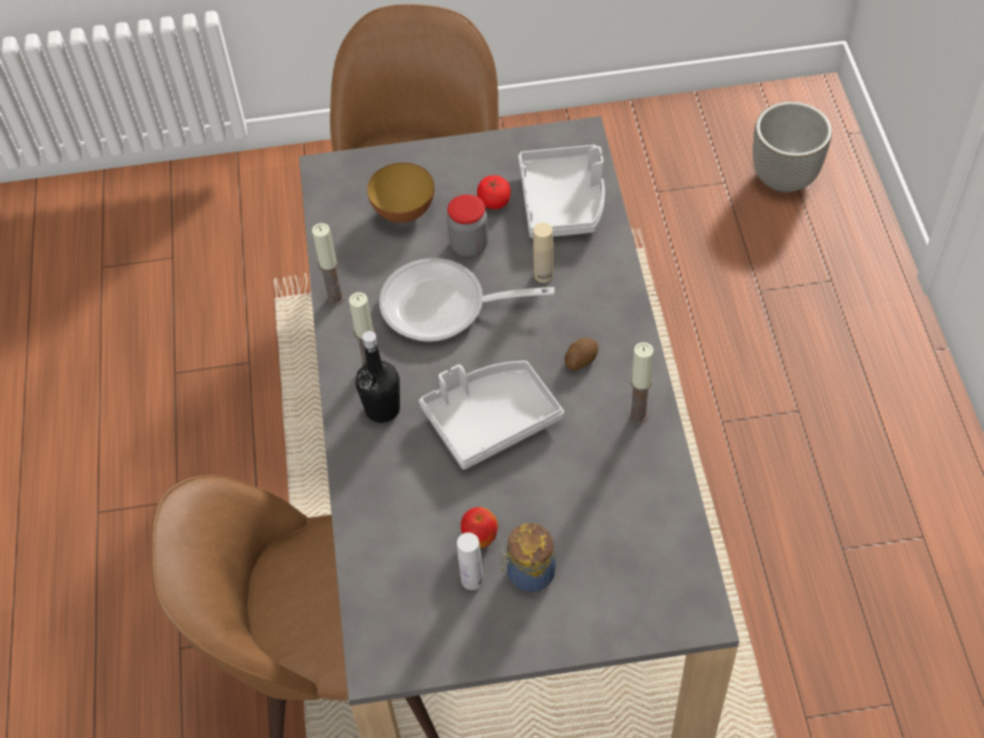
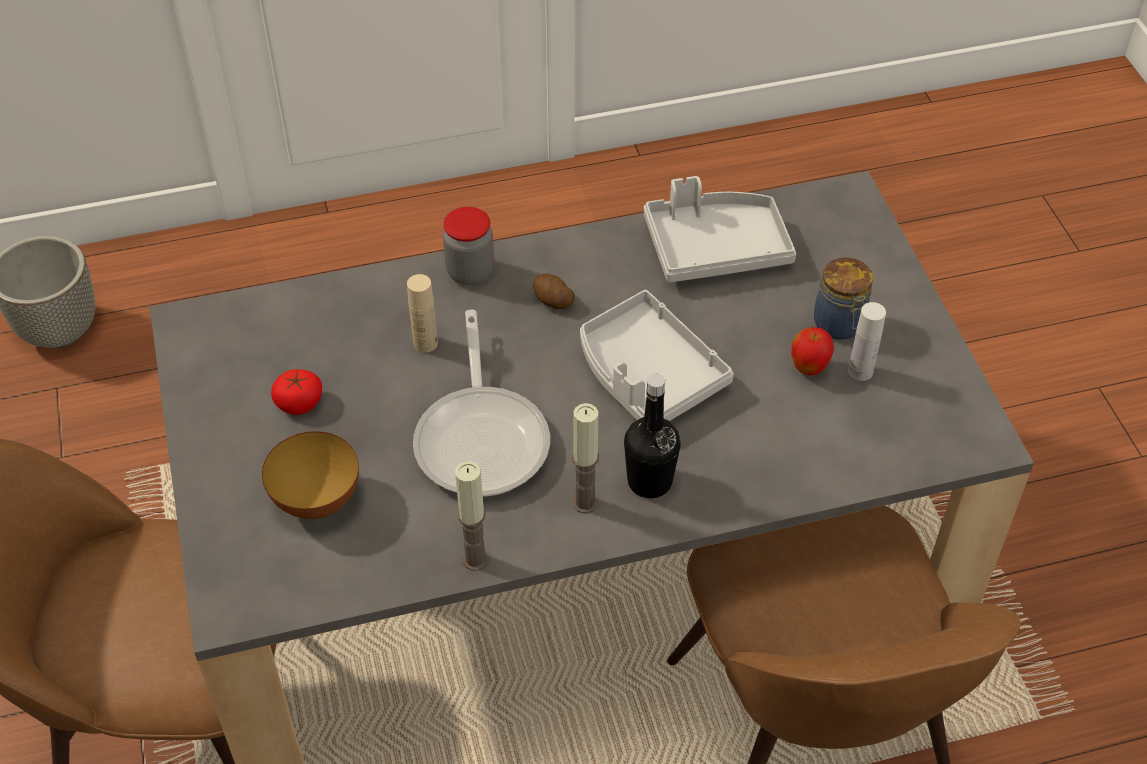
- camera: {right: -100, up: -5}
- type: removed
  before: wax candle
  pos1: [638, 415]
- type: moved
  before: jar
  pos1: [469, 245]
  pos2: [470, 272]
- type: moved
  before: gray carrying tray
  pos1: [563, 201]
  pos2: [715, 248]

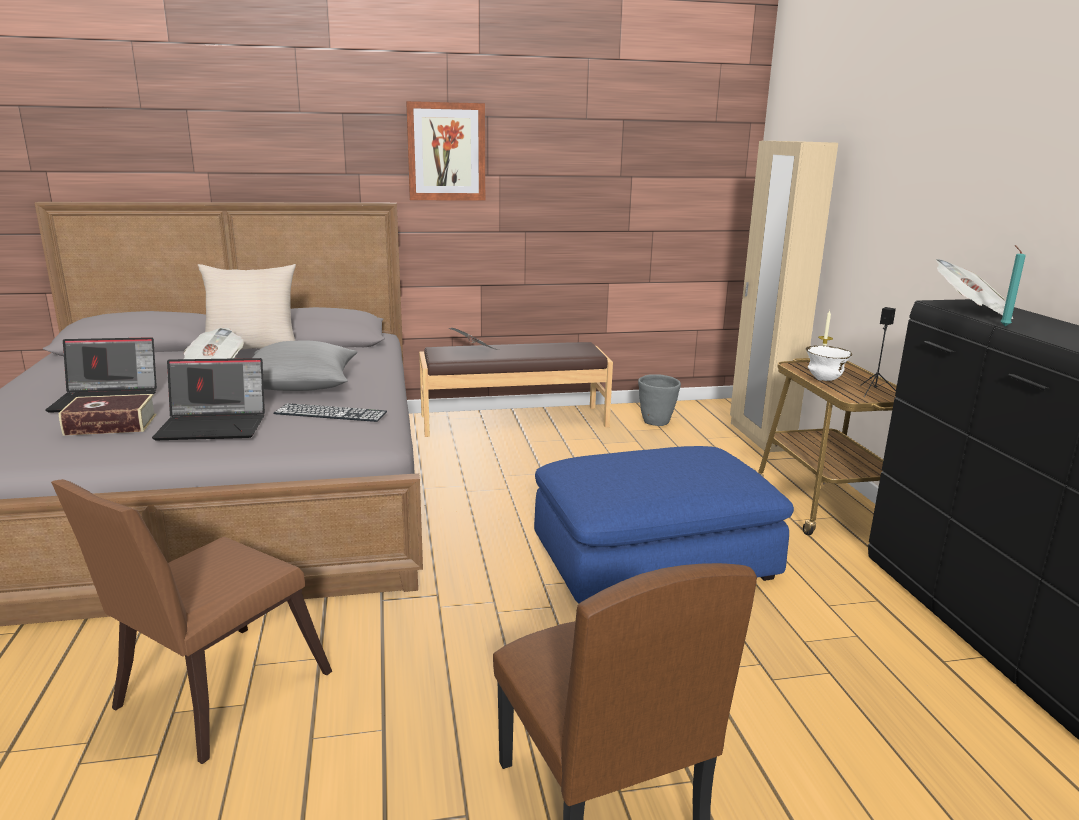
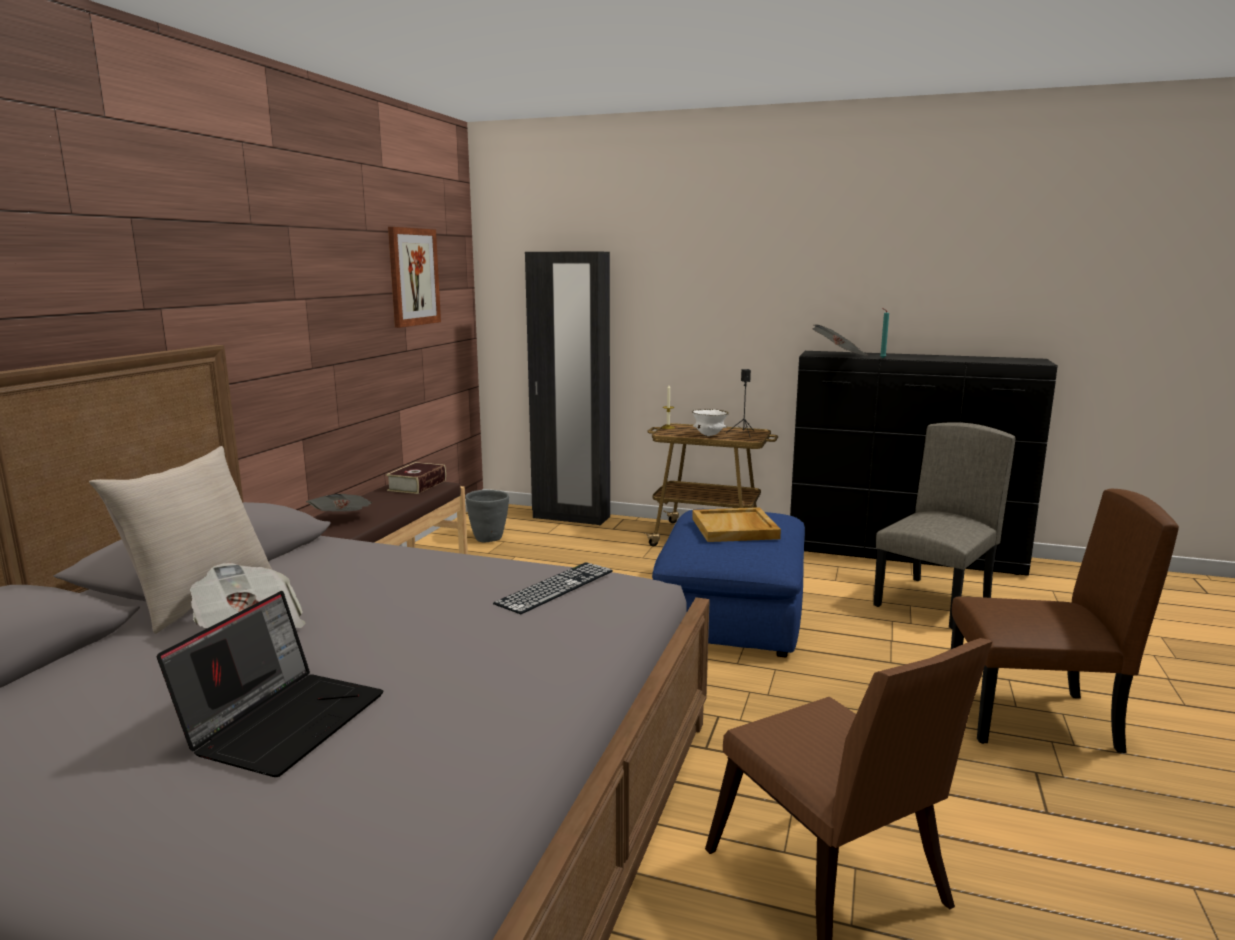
- camera: {right: -60, up: -5}
- type: removed
  before: notebook computer
  pos1: [215, 426]
- type: removed
  before: gray pillow
  pos1: [299, 385]
- type: added
  after: beige carrying tray
  pos2: [735, 528]
- type: added
  after: beige chair
  pos2: [934, 602]
- type: moved
  before: volume
  pos1: [111, 425]
  pos2: [417, 485]
- type: moved
  before: picture
  pos1: [446, 152]
  pos2: [413, 277]
- type: recoloured
  before: beige clothes cupboard
  after: black clothes cupboard
  pos1: [760, 436]
  pos2: [571, 517]

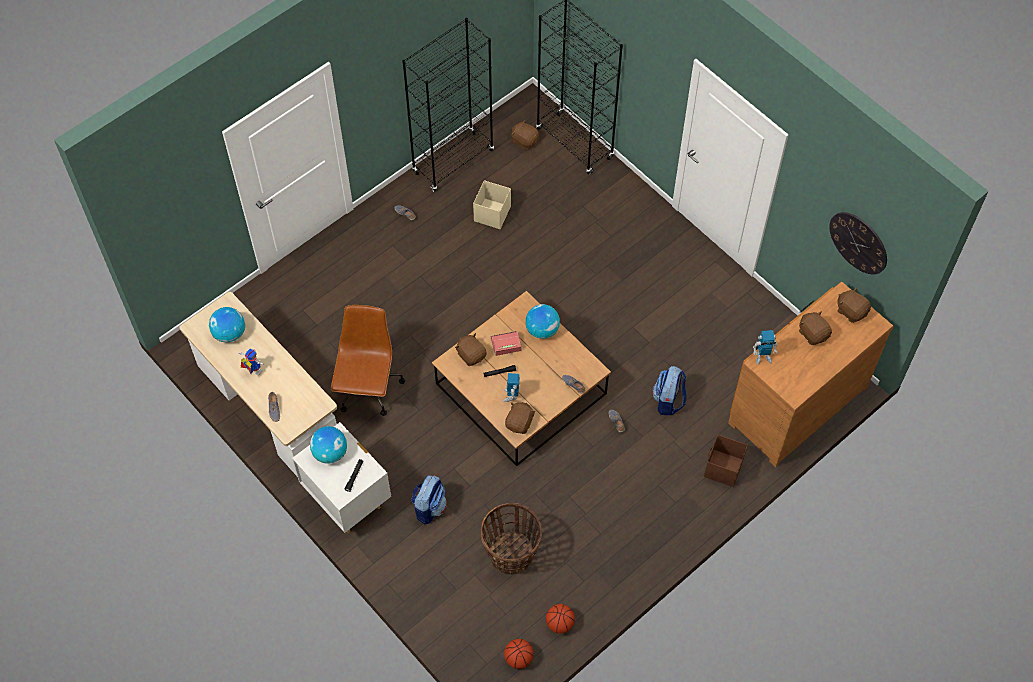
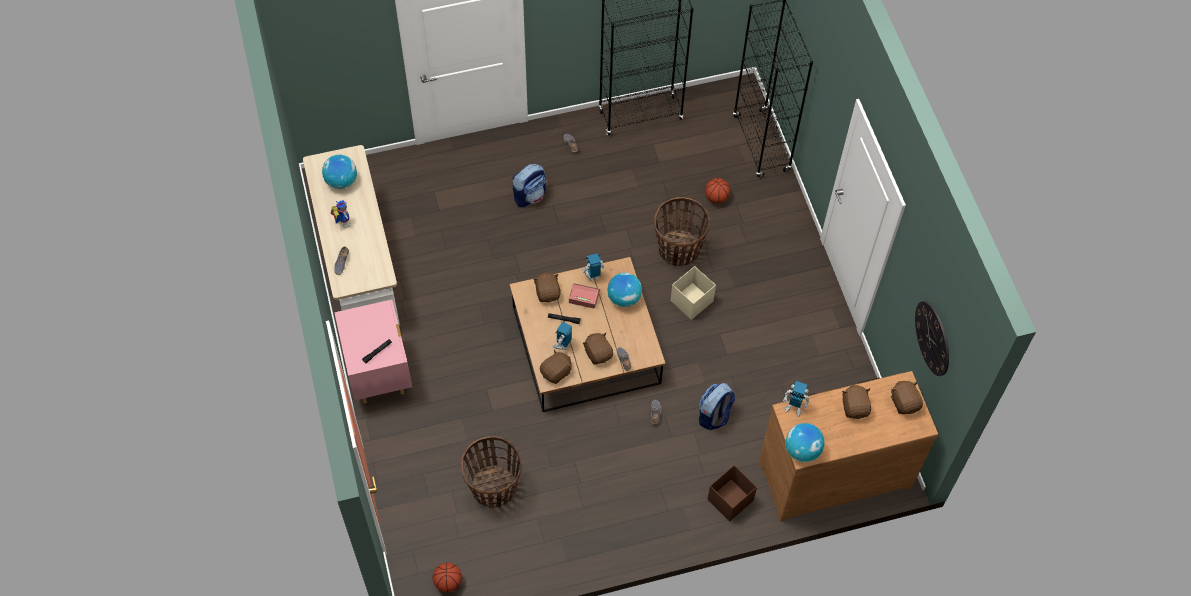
- camera: {right: 25, up: 0}
- type: removed
  before: brown-coloured office chair
  pos1: [368, 388]
- type: added
  after: toy robot
  pos2: [593, 276]
- type: added
  after: basket
  pos2: [679, 249]
- type: moved
  before: desk globe
  pos1: [330, 452]
  pos2: [802, 450]
- type: moved
  before: backpack
  pos1: [429, 507]
  pos2: [530, 195]
- type: moved
  before: beige storage container
  pos1: [492, 214]
  pos2: [691, 301]
- type: moved
  before: brown-coloured plush toy
  pos1: [524, 140]
  pos2: [598, 353]
- type: moved
  before: basketball ball
  pos1: [559, 623]
  pos2: [716, 197]
- type: recoloured
  before: white-coloured bedside table
  after: pink-coloured bedside table
  pos1: [347, 500]
  pos2: [379, 374]

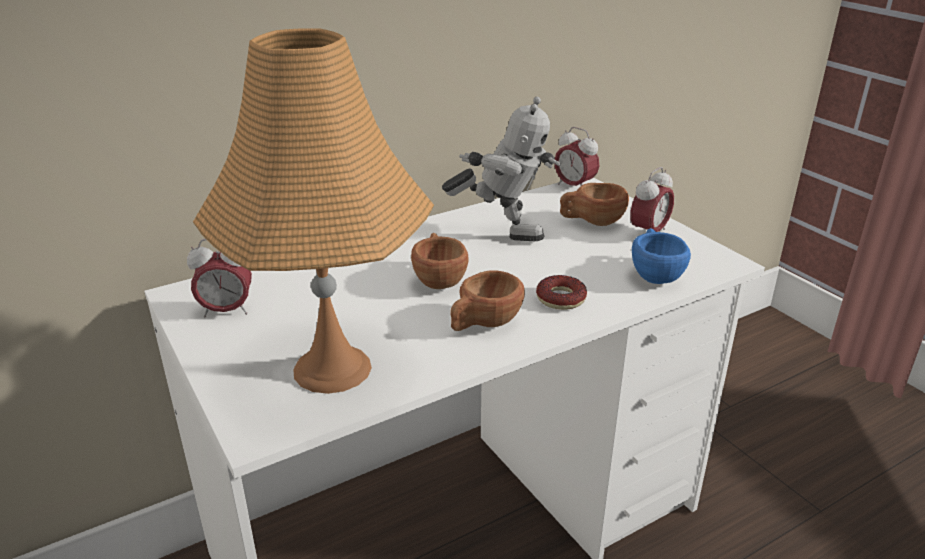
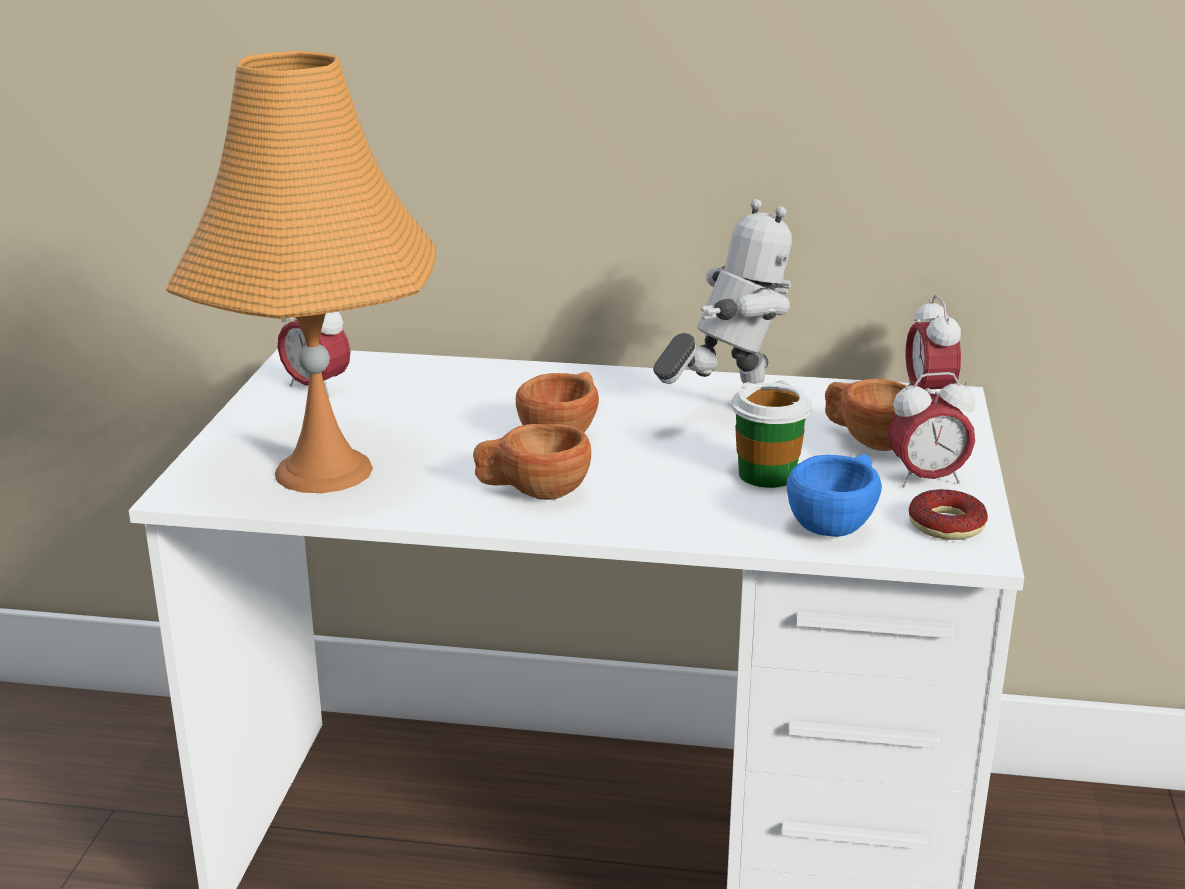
- camera: {right: 40, up: -5}
- type: added
  after: drinking cup
  pos2: [767, 475]
- type: moved
  before: ring doughnut
  pos1: [561, 298]
  pos2: [946, 525]
- type: turned
  before: toy robot
  pos1: [502, 232]
  pos2: [727, 413]
  turn: -90

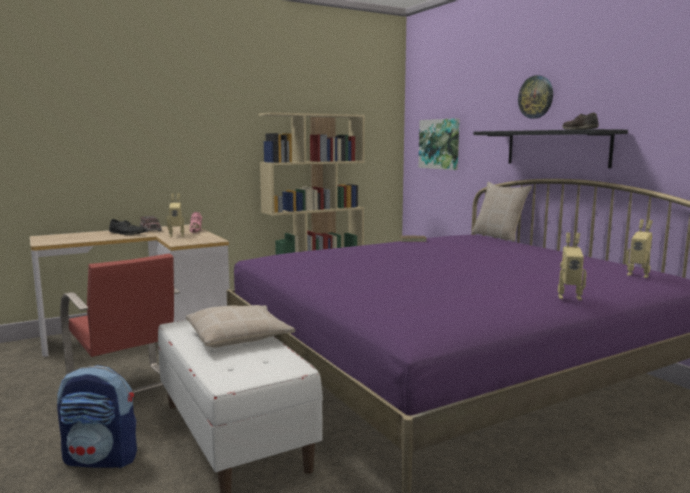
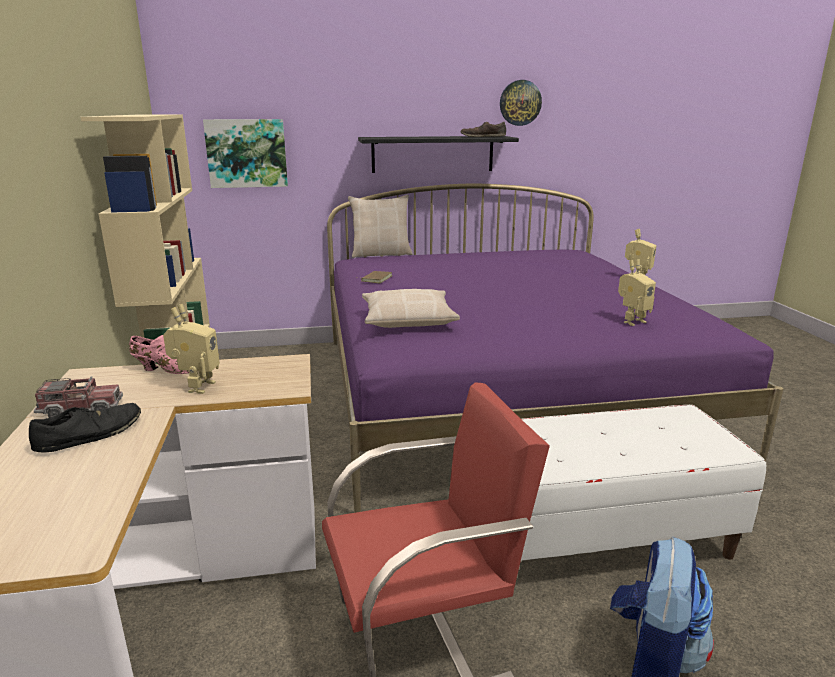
- camera: {right: -70, up: 10}
- type: moved
  before: beige pillow
  pos1: [239, 336]
  pos2: [408, 319]
- type: moved
  before: hanging clock
  pos1: [536, 97]
  pos2: [520, 103]
- type: moved
  before: toy robot
  pos1: [638, 275]
  pos2: [631, 321]

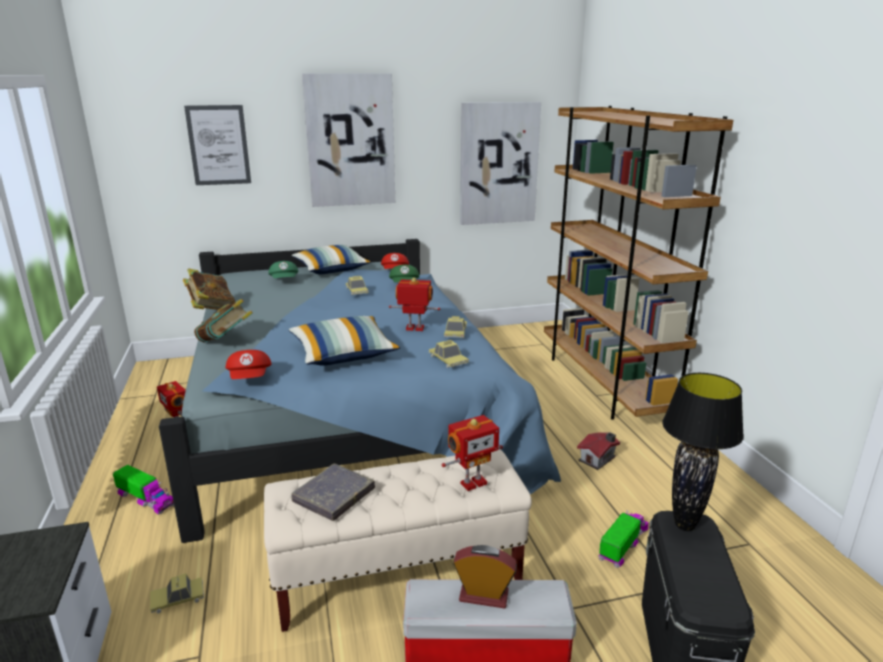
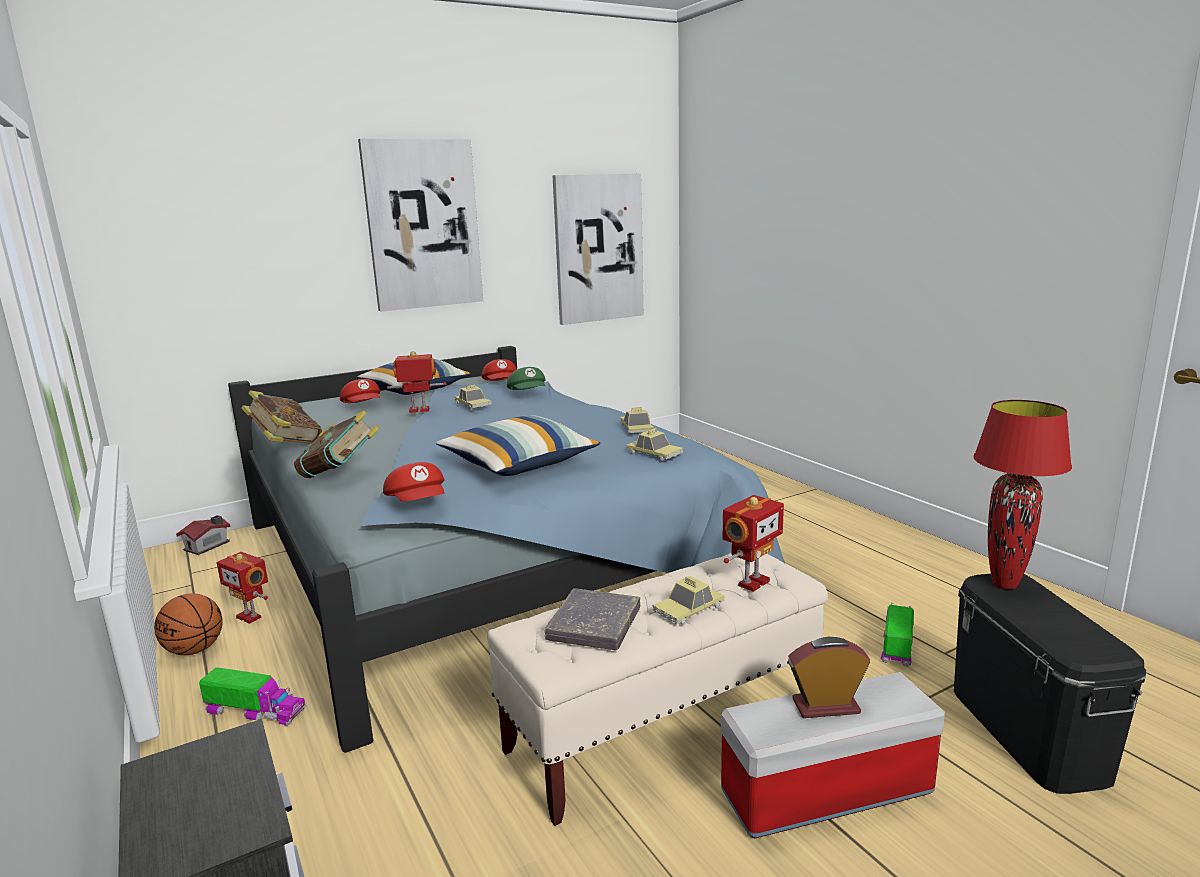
- camera: {right: -15, up: -5}
- type: removed
  before: picture
  pos1: [218, 145]
- type: removed
  before: brown-coloured shelving unit
  pos1: [604, 384]
- type: added
  after: basketball ball
  pos2: [194, 650]
- type: moved
  before: toy car
  pos1: [178, 598]
  pos2: [688, 609]
- type: moved
  before: toy robot
  pos1: [414, 329]
  pos2: [419, 410]
- type: moved
  before: miniature house
  pos1: [598, 459]
  pos2: [208, 546]
- type: recoloured
  before: green-coloured peaked cap
  after: red-coloured peaked cap
  pos1: [285, 281]
  pos2: [363, 406]
- type: recoloured
  before: black tabletop lamp
  after: red-coloured tabletop lamp
  pos1: [685, 526]
  pos2: [1005, 585]

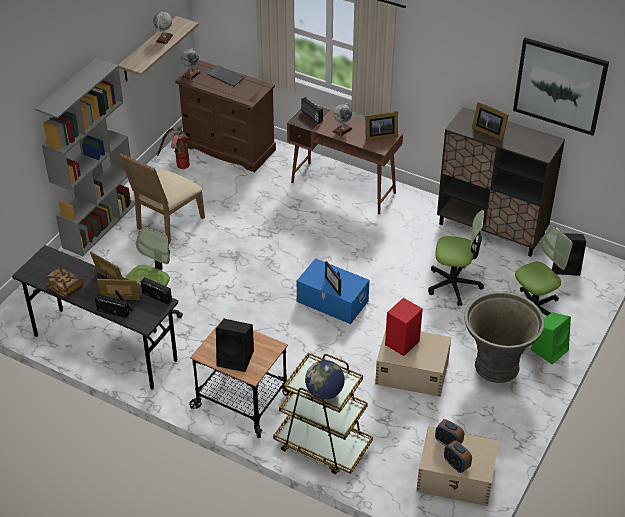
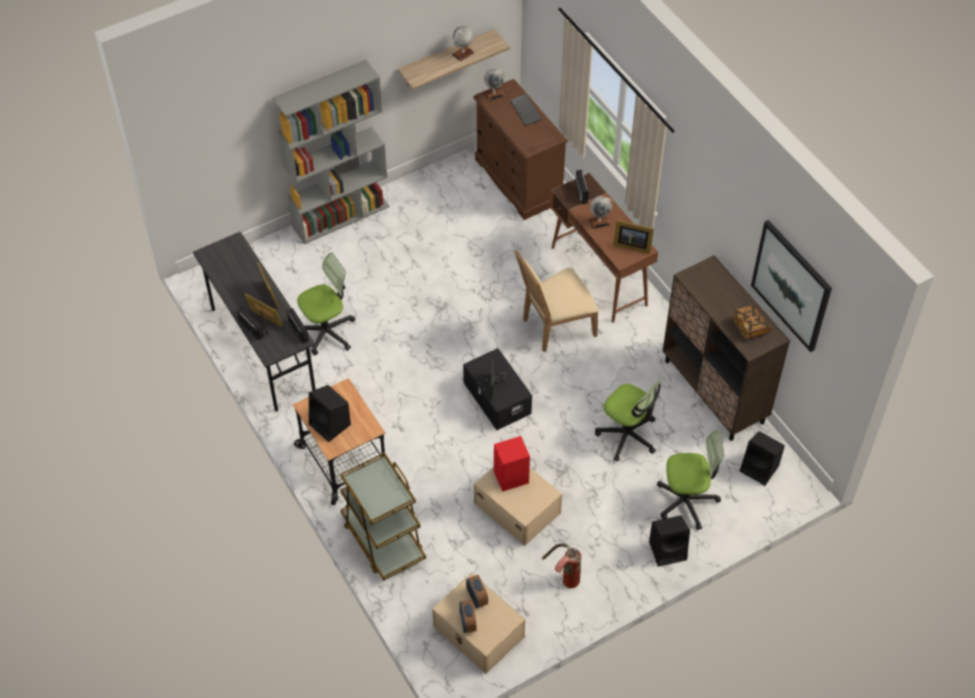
- camera: {right: 30, up: 10}
- type: removed
  before: desk globe
  pos1: [324, 392]
- type: removed
  before: gray planter
  pos1: [496, 365]
- type: removed
  before: picture frame
  pos1: [488, 131]
- type: moved
  before: volume
  pos1: [65, 287]
  pos2: [750, 327]
- type: moved
  before: beige chair
  pos1: [166, 224]
  pos2: [554, 327]
- type: moved
  before: fire extinguisher
  pos1: [177, 165]
  pos2: [564, 578]
- type: recoloured
  before: bluish storage container
  after: black storage container
  pos1: [332, 302]
  pos2: [496, 398]
- type: recoloured
  before: green-coloured speaker
  after: black speaker
  pos1: [550, 349]
  pos2: [668, 550]

